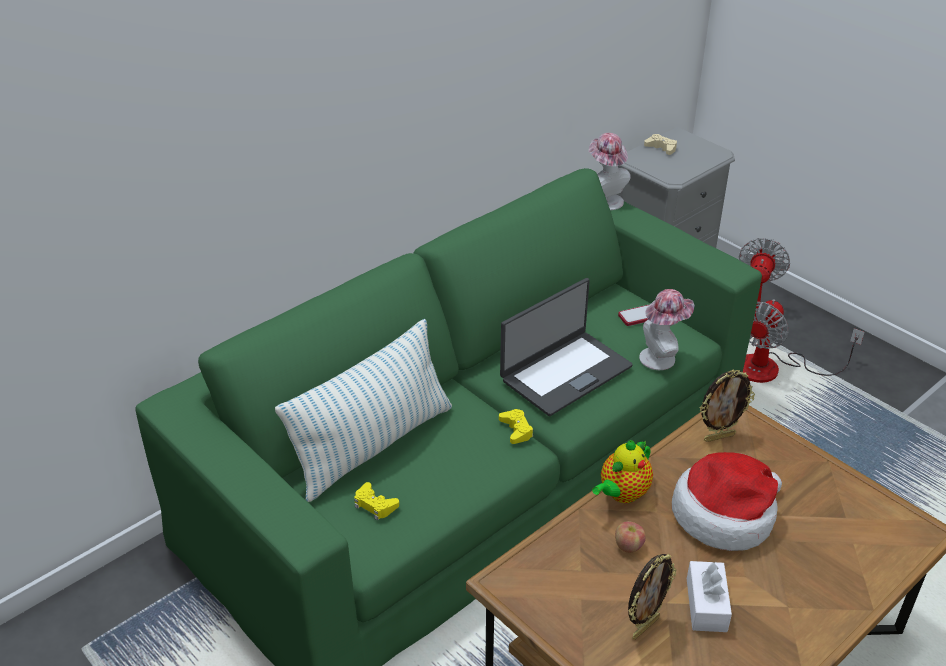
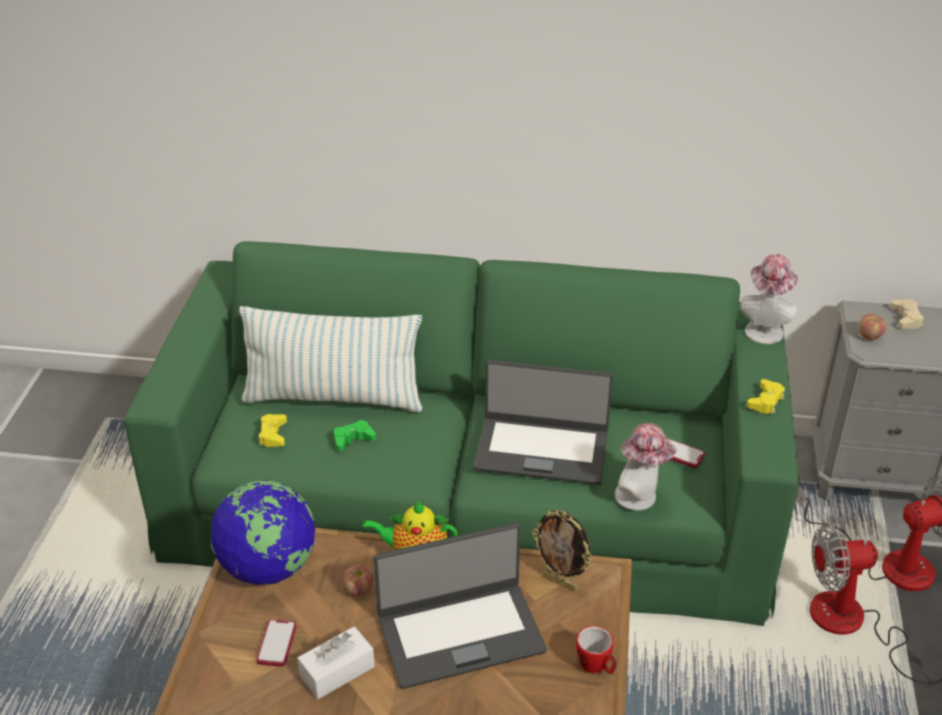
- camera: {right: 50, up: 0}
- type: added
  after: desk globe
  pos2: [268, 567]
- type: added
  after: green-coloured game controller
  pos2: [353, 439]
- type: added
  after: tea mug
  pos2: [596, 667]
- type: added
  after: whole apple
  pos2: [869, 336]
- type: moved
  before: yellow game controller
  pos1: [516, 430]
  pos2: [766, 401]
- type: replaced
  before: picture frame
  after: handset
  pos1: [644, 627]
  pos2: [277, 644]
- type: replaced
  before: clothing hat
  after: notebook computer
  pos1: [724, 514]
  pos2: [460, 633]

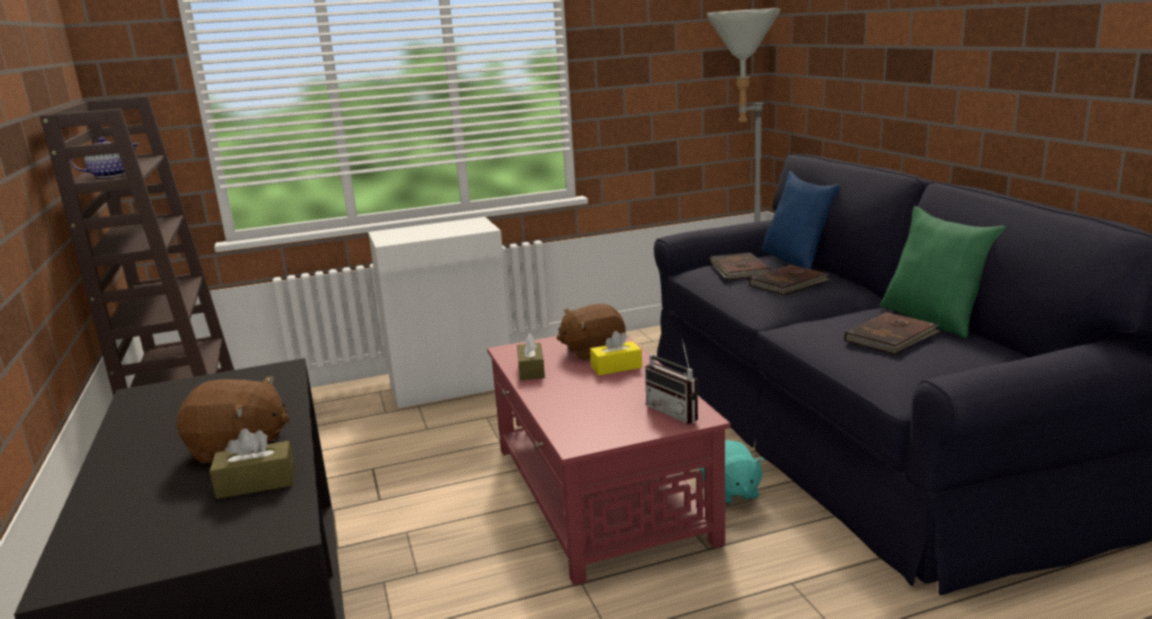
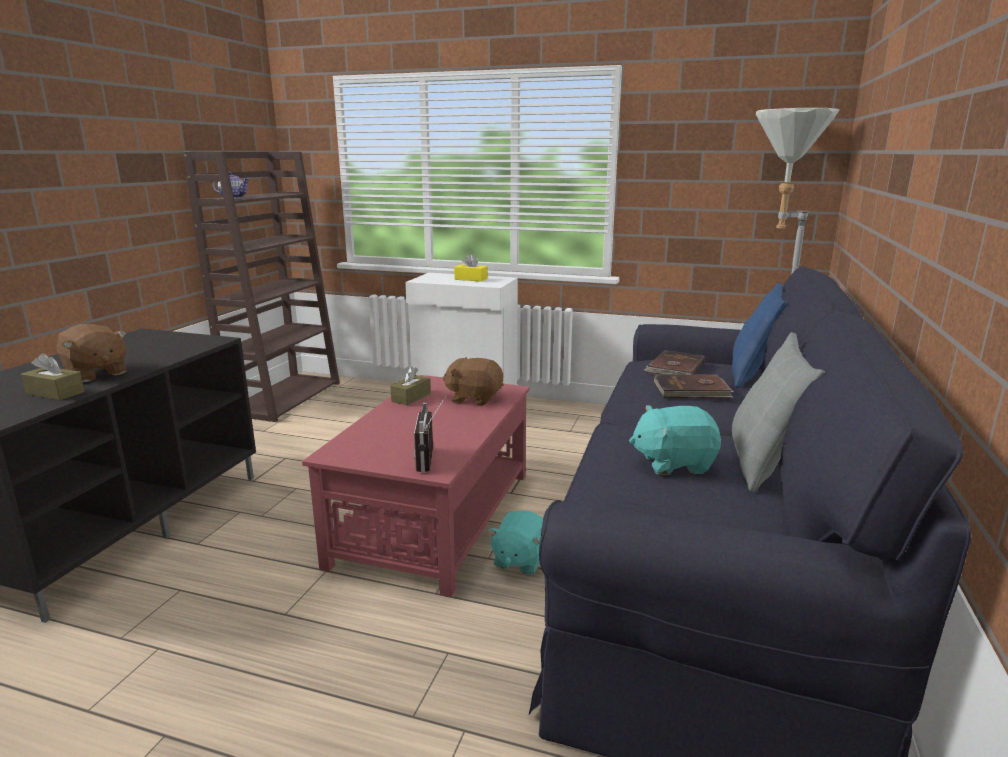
- camera: {right: 35, up: 0}
- type: moved
  before: yellow tissue box
  pos1: [616, 367]
  pos2: [471, 279]
- type: replaced
  before: brown-coloured volume
  after: turquoise plush toy
  pos1: [892, 337]
  pos2: [673, 463]
- type: recoloured
  before: green-coloured pillow
  after: gray pillow
  pos1: [934, 319]
  pos2: [763, 464]

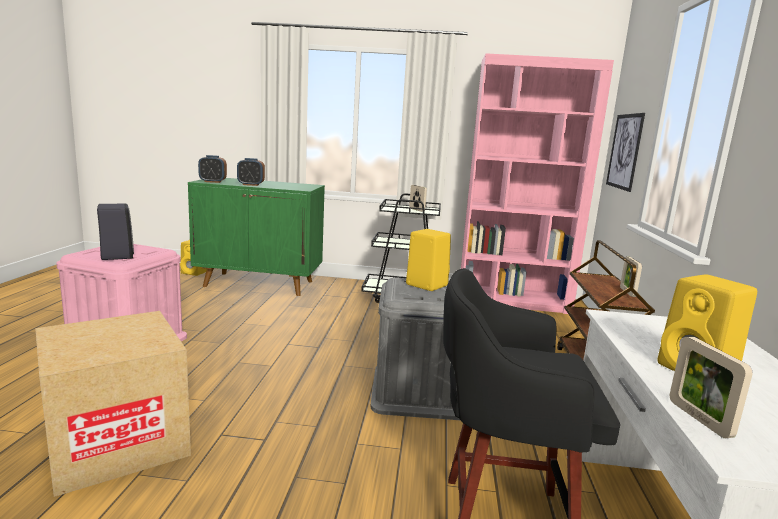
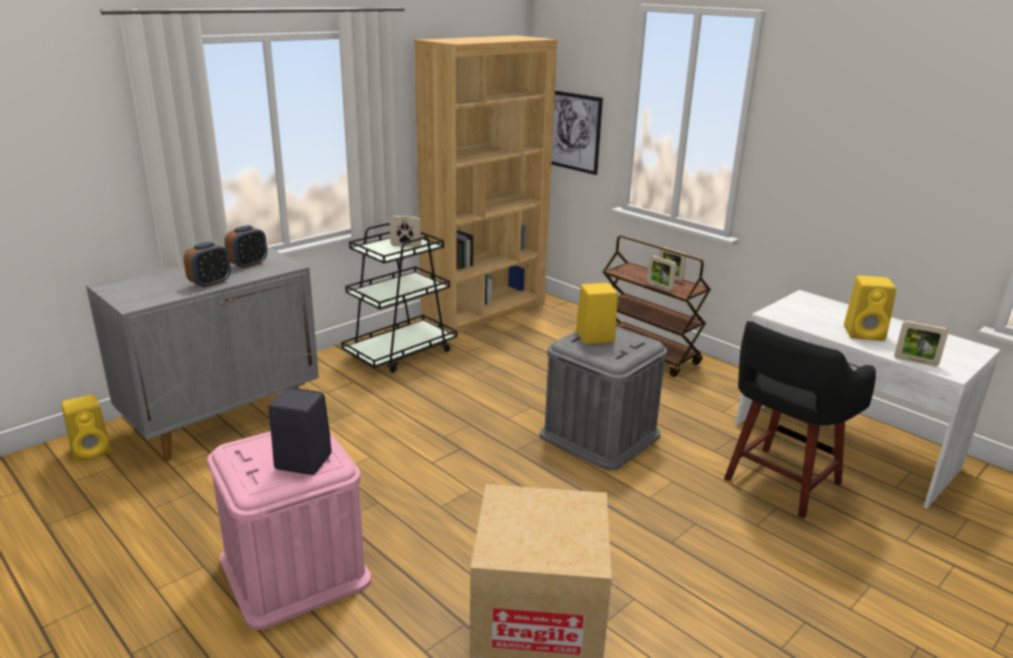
- camera: {right: -50, up: 10}
- type: added
  after: picture frame
  pos2: [659, 287]
- type: moved
  before: alarm clock
  pos1: [212, 181]
  pos2: [248, 264]
- type: recoloured
  before: green-coloured storage cabinet
  after: gray storage cabinet
  pos1: [260, 284]
  pos2: [224, 417]
- type: recoloured
  before: pink-coloured shelving unit
  after: brown-coloured shelving unit
  pos1: [513, 301]
  pos2: [484, 310]

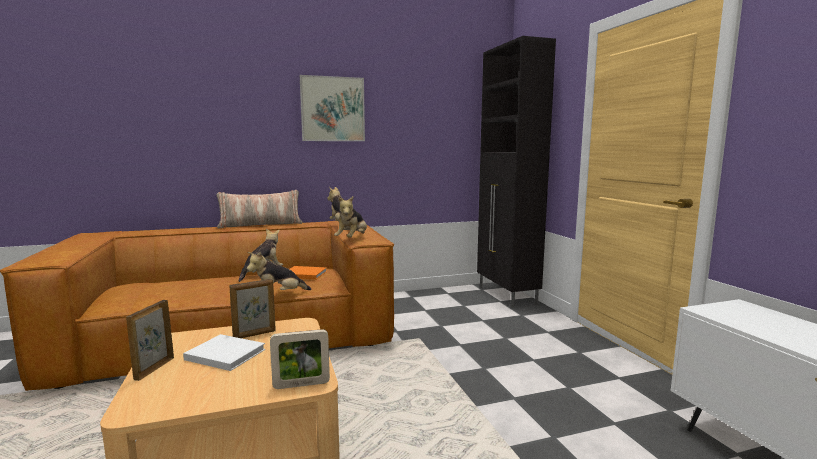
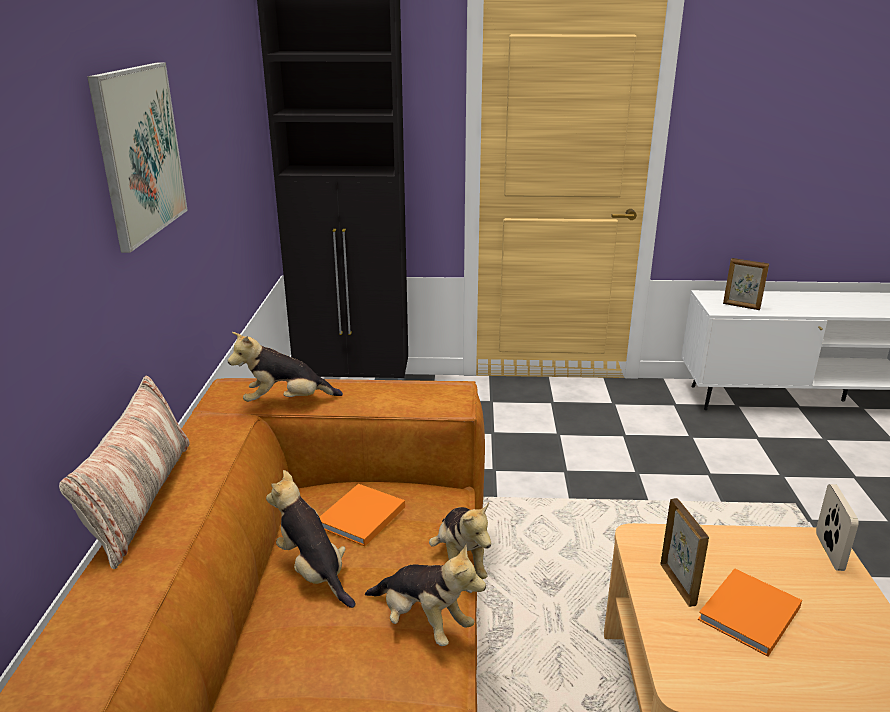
- camera: {right: -70, up: 15}
- type: moved
  before: picture frame
  pos1: [153, 368]
  pos2: [741, 306]
- type: moved
  before: plush toy
  pos1: [352, 239]
  pos2: [423, 623]
- type: recoloured
  before: white-coloured volume
  after: orange volume
  pos1: [223, 354]
  pos2: [748, 615]

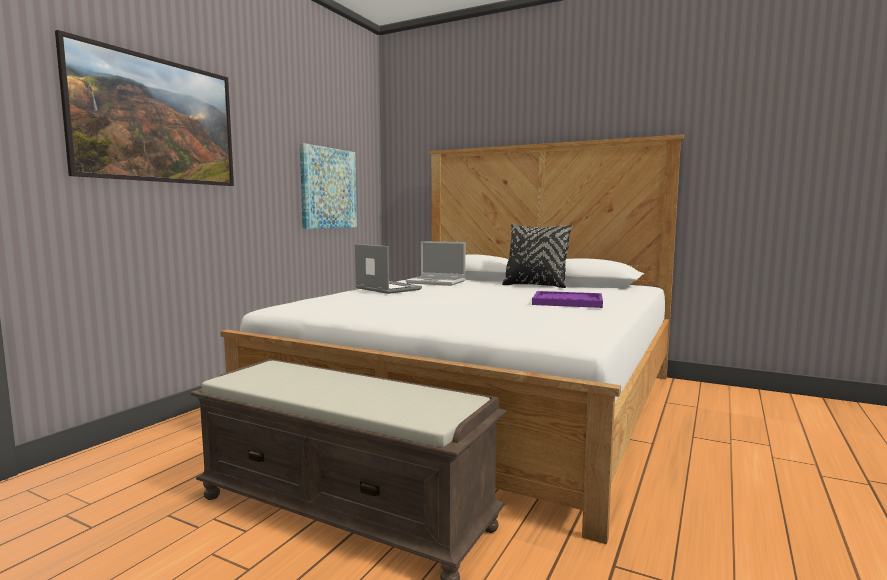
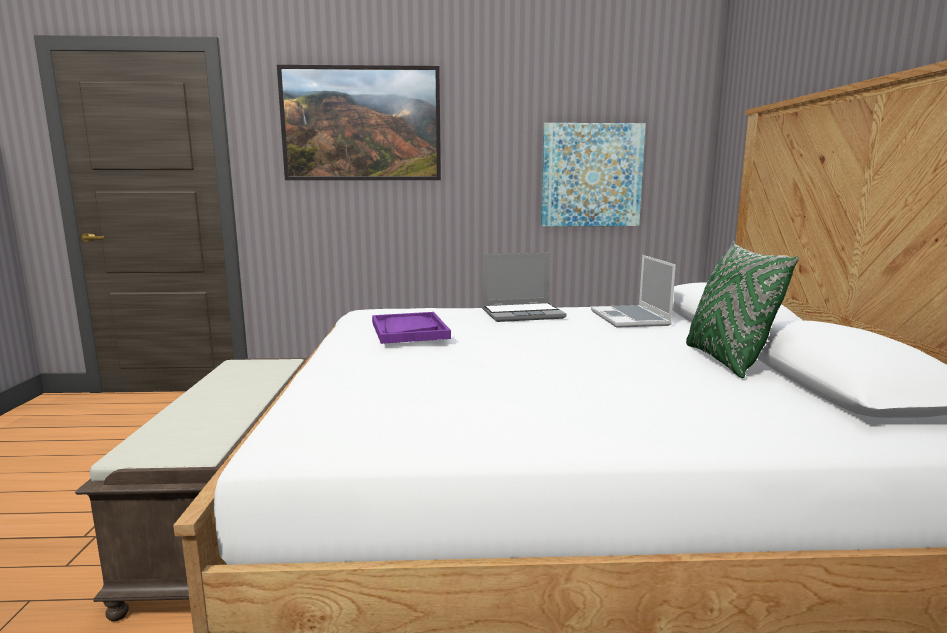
- camera: {right: 60, up: 5}
- type: moved
  before: purple-coloured carrying tray
  pos1: [567, 302]
  pos2: [409, 330]
- type: recoloured
  before: black pillow
  after: green-coloured pillow
  pos1: [535, 286]
  pos2: [726, 361]
- type: turned
  before: notebook computer
  pos1: [386, 289]
  pos2: [523, 314]
  turn: 60

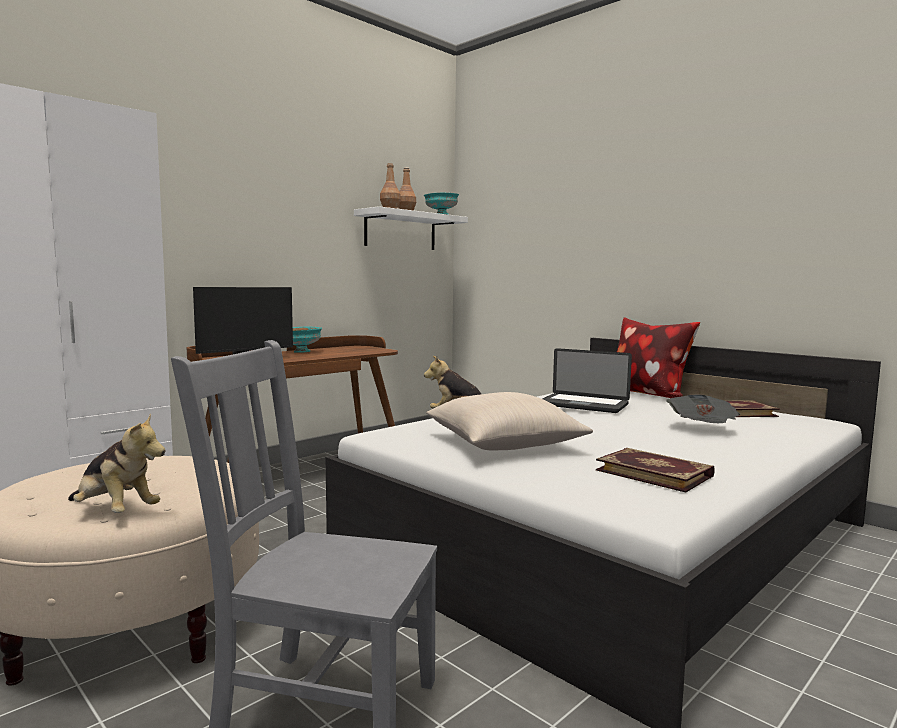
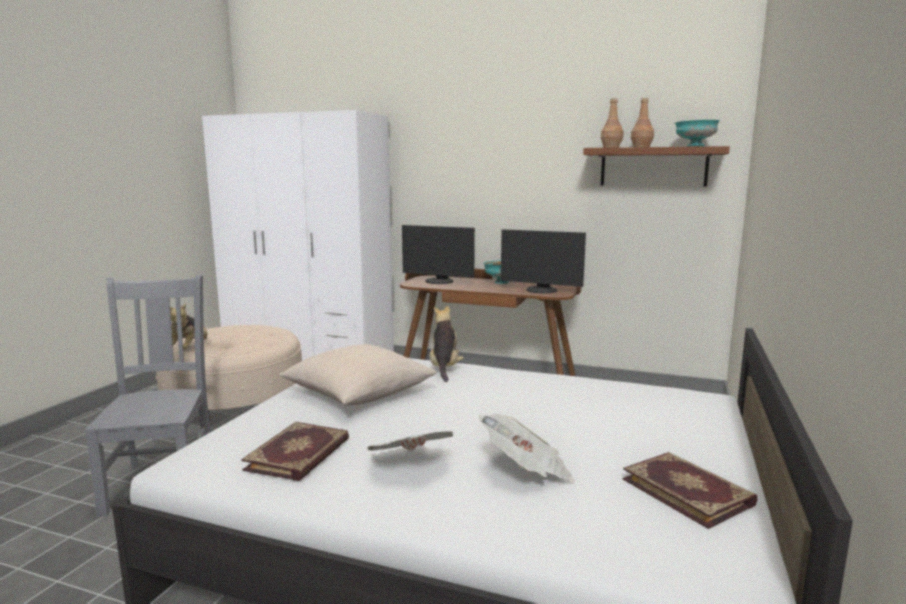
- camera: {right: 65, up: 5}
- type: removed
  before: notebook computer
  pos1: [583, 405]
- type: removed
  before: pillow
  pos1: [647, 393]
- type: added
  after: printed paper
  pos2: [410, 464]
- type: added
  after: monitor
  pos2: [541, 290]
- type: recoloured
  before: white-coloured bracket shelf
  after: brown-coloured bracket shelf
  pos1: [400, 231]
  pos2: [653, 167]

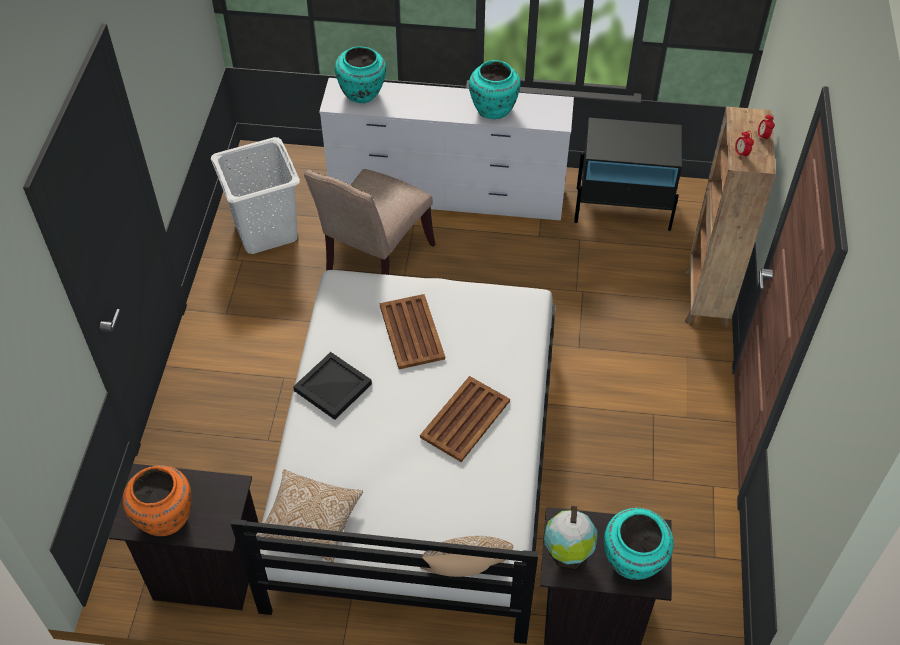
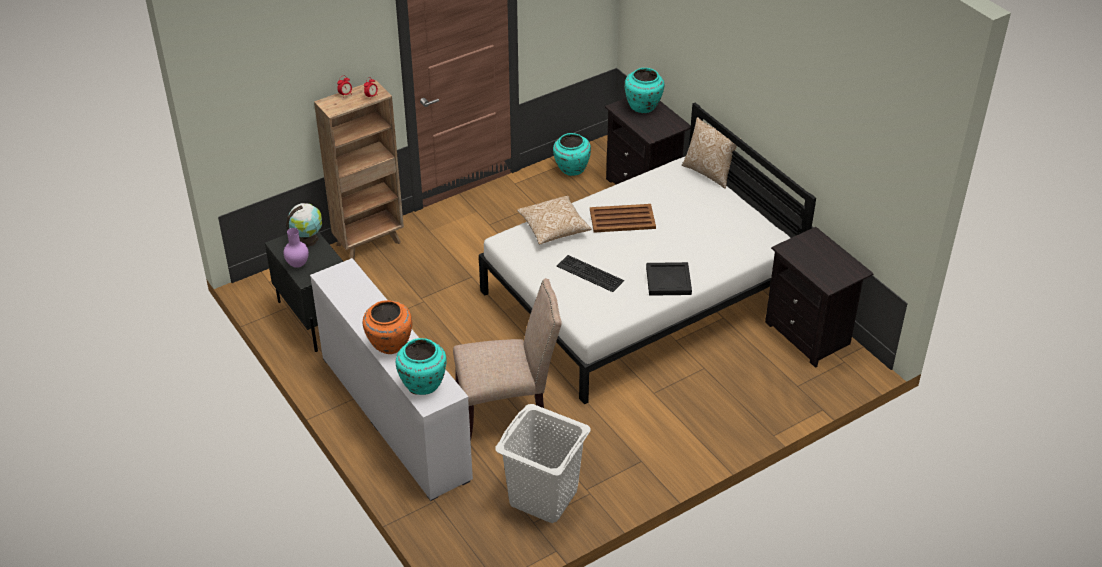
- camera: {right: -130, up: -10}
- type: added
  after: purple-coloured decorative vase
  pos2: [297, 264]
- type: moved
  before: orange decorative vase
  pos1: [166, 517]
  pos2: [389, 345]
- type: moved
  before: pillow
  pos1: [310, 523]
  pos2: [553, 228]
- type: moved
  before: turquoise decorative vase
  pos1: [494, 109]
  pos2: [571, 169]
- type: moved
  before: desk globe
  pos1: [568, 553]
  pos2: [307, 238]
- type: replaced
  before: brown-coloured carrying tray
  after: PC keyboard
  pos1: [411, 331]
  pos2: [588, 274]

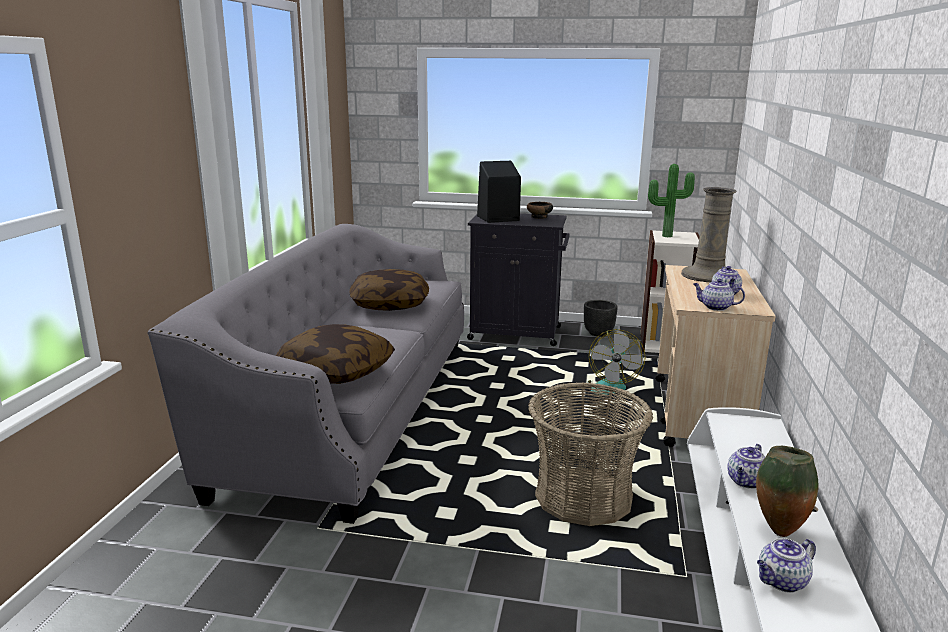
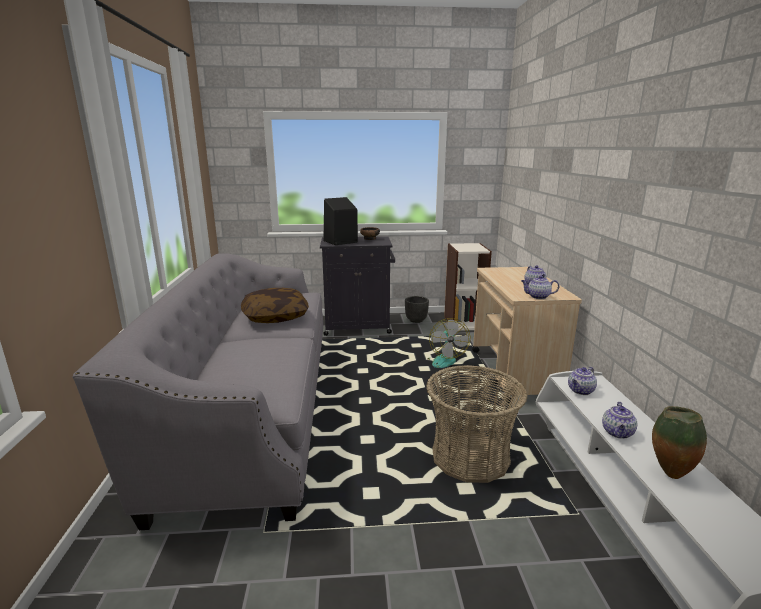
- camera: {right: -15, up: 0}
- type: removed
  before: pillow
  pos1: [337, 371]
- type: removed
  before: potted plant
  pos1: [666, 235]
- type: removed
  before: beige decorative vase
  pos1: [707, 275]
- type: moved
  before: tea pot
  pos1: [782, 582]
  pos2: [580, 391]

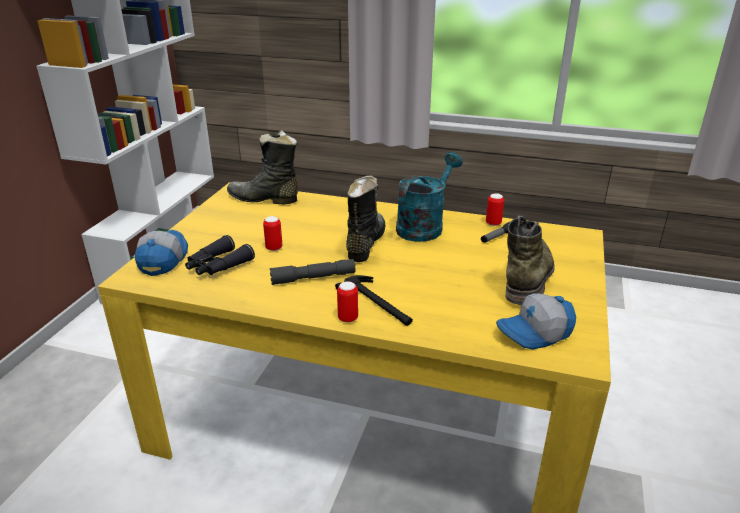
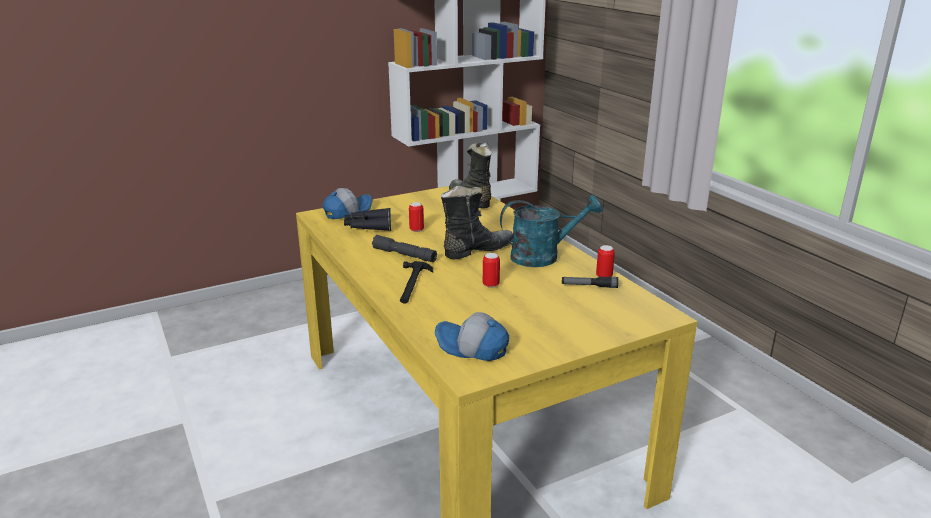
- camera: {right: 45, up: -5}
- type: removed
  before: green-coloured boot
  pos1: [527, 276]
- type: moved
  before: can
  pos1: [348, 318]
  pos2: [491, 285]

